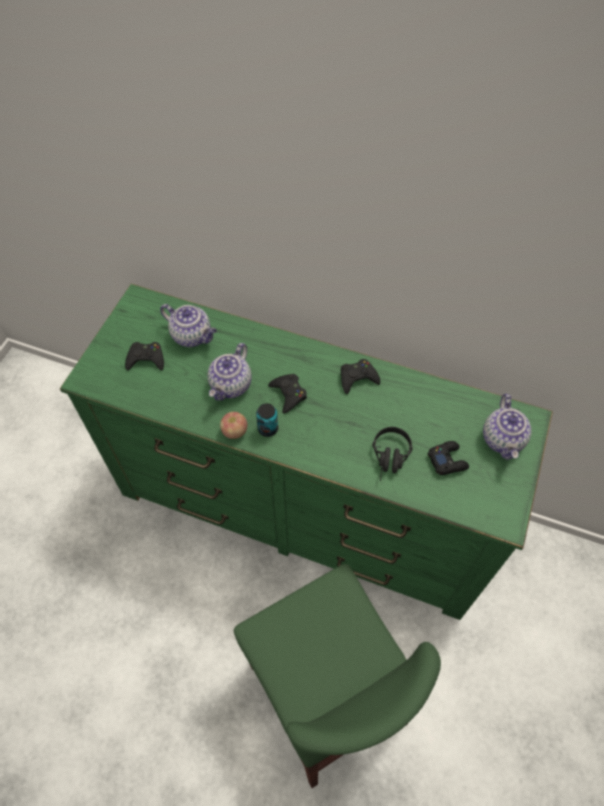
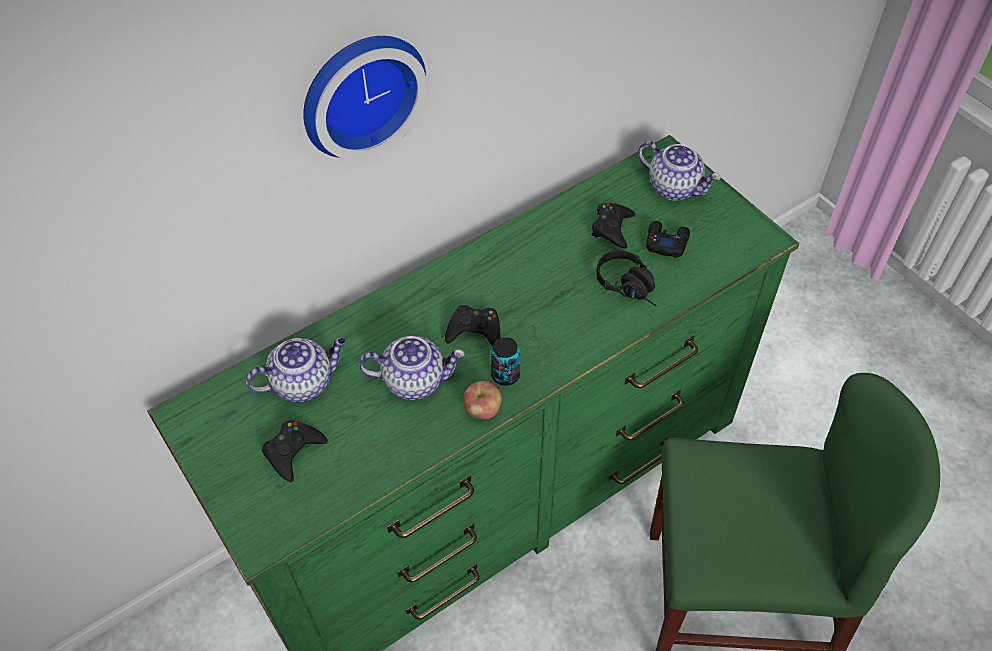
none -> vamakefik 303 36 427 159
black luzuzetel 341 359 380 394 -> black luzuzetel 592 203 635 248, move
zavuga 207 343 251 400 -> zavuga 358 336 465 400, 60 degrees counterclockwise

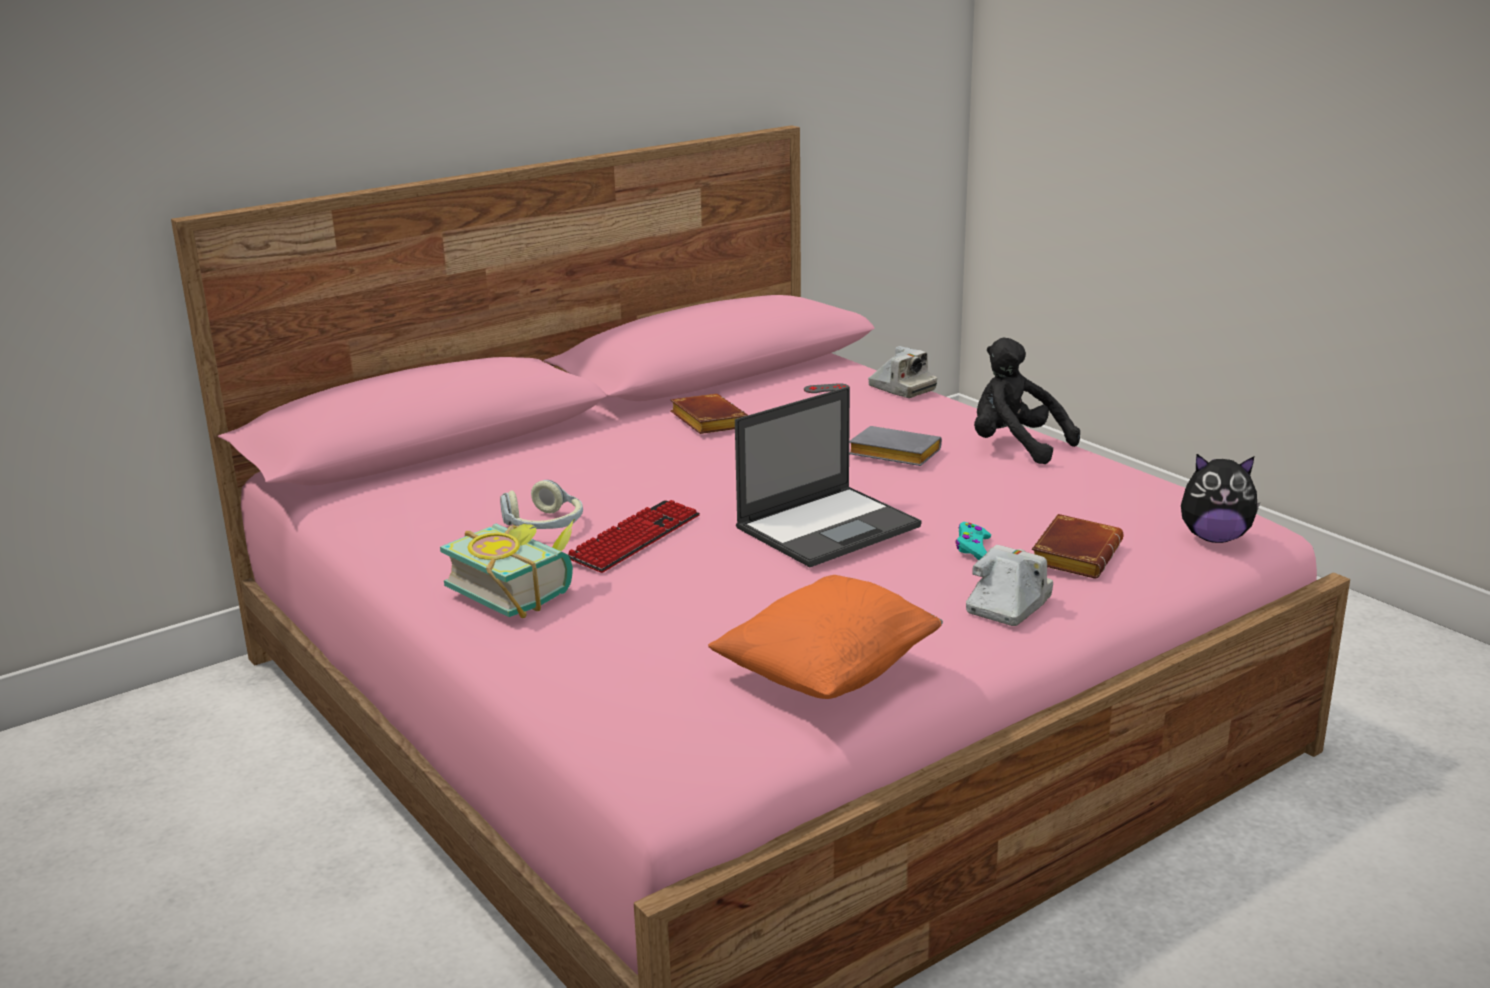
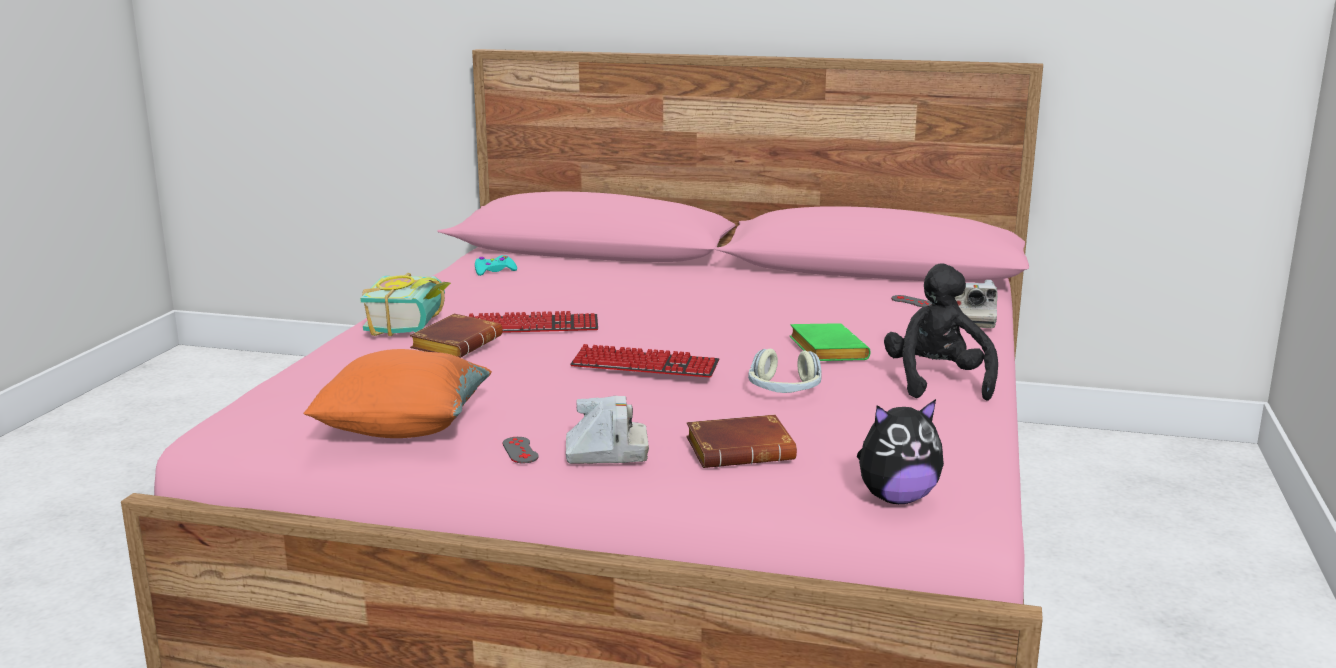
none -> grey luzuzetel 503 437 539 463
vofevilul 500 480 583 529 -> vofevilul 748 349 822 393, move
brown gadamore 670 394 748 434 -> brown gadamore 410 314 503 358, move
turquoise luzuzetel 955 522 991 560 -> turquoise luzuzetel 475 255 517 276, move
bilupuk 735 387 921 567 -> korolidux 570 344 719 378
grey gadamore 849 426 942 466 -> green gadamore 789 323 871 361
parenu 1181 454 1260 543 -> parenu 857 399 944 504, 75 degrees counterclockwise

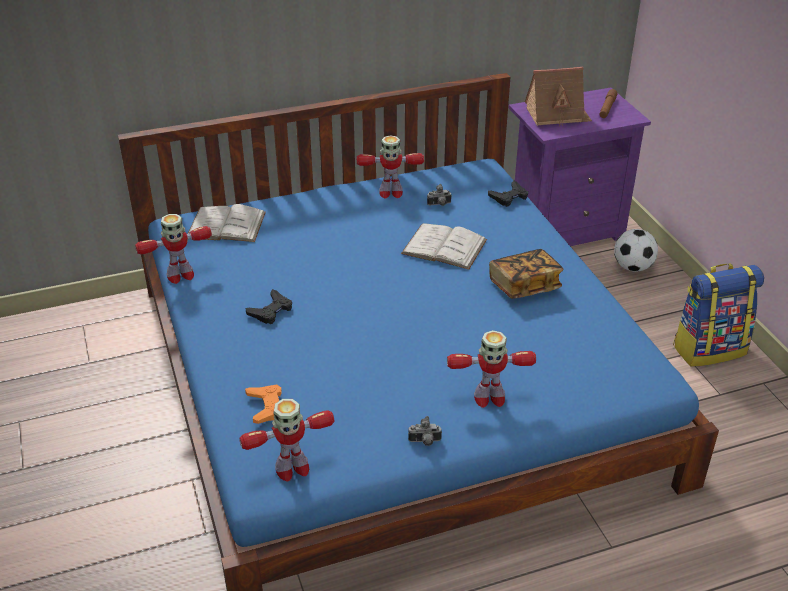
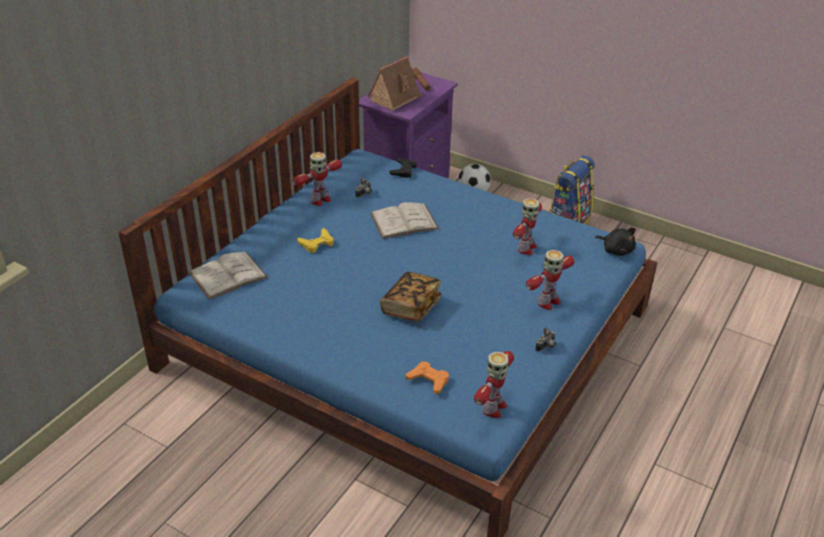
black luzuzetel 245 289 292 324 -> none
none -> yellow luzuzetel 298 228 334 253
none -> black parenu 595 228 636 256
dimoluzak 135 214 212 284 -> dimoluzak 513 198 542 255, move
gadamore 489 249 564 299 -> gadamore 380 272 442 322, move

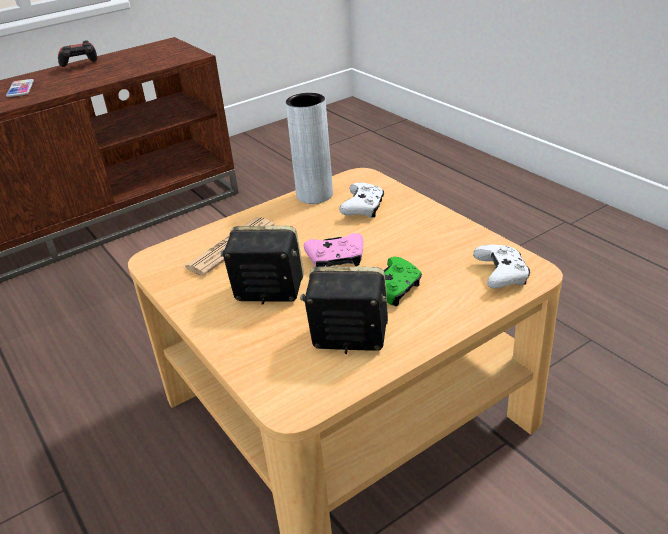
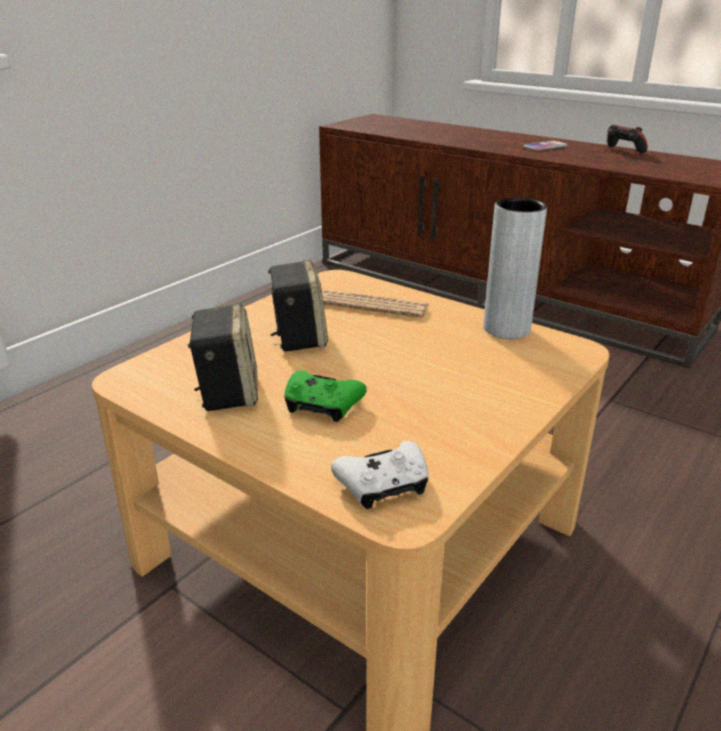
pink luzuzetel 304 233 363 267 -> none
white luzuzetel 339 182 384 218 -> none

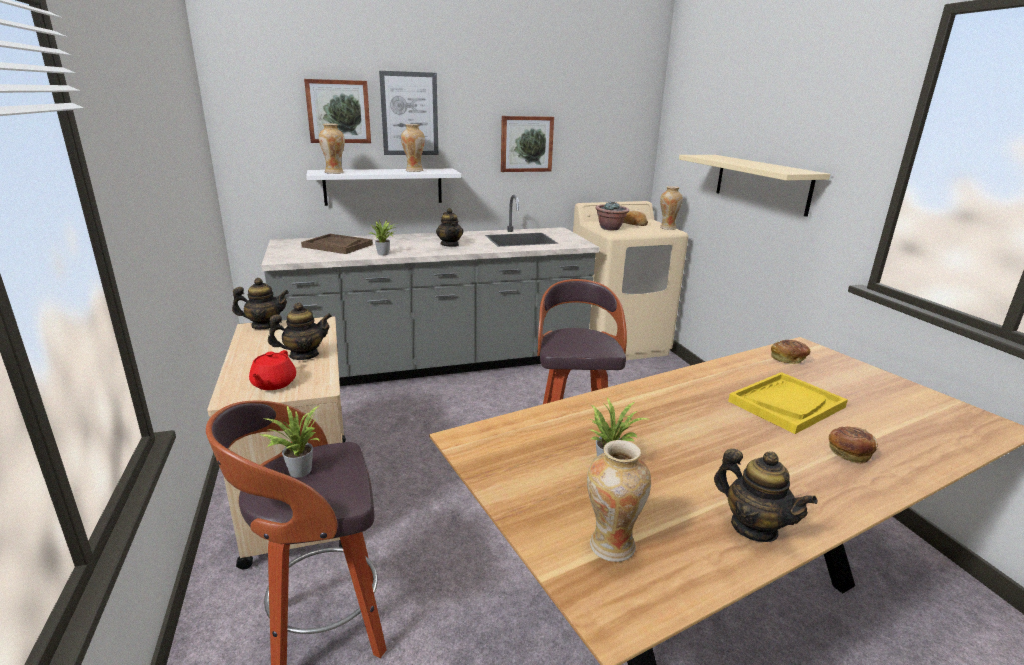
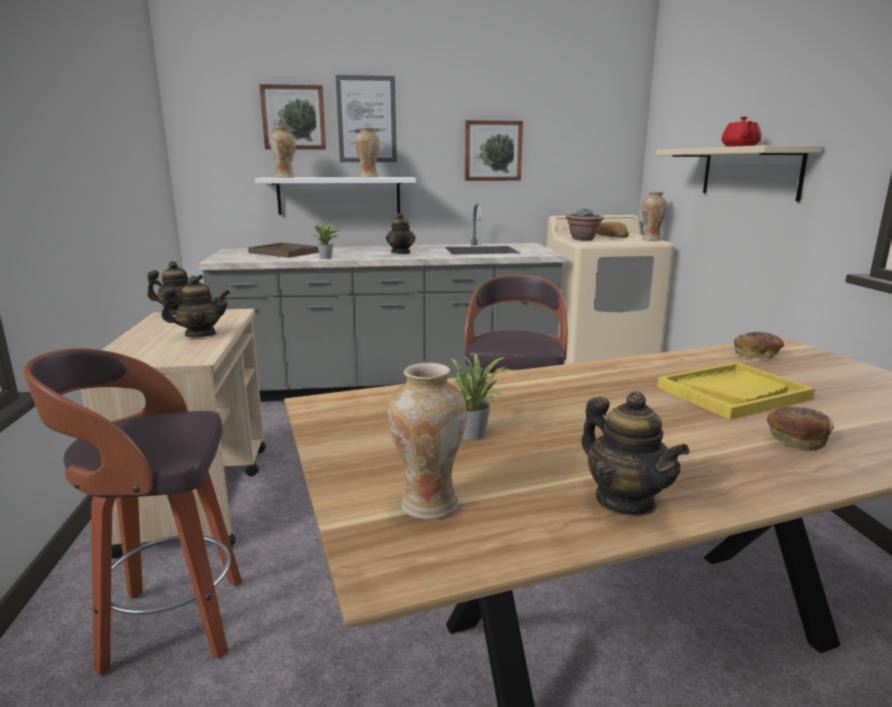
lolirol 259 405 320 478 -> none
red zavuga 249 350 296 390 -> red zavuga 722 117 761 147, move

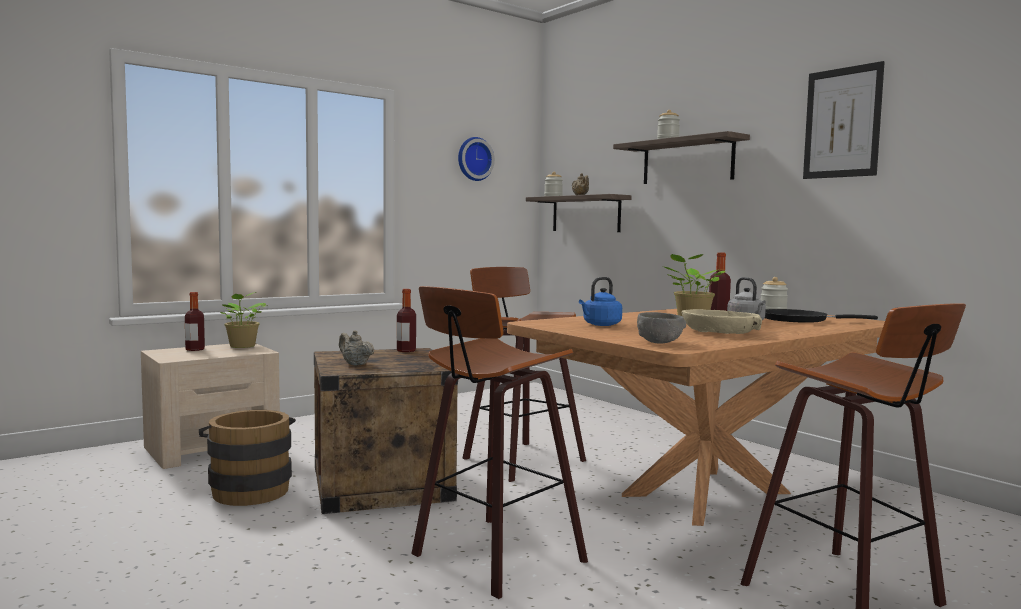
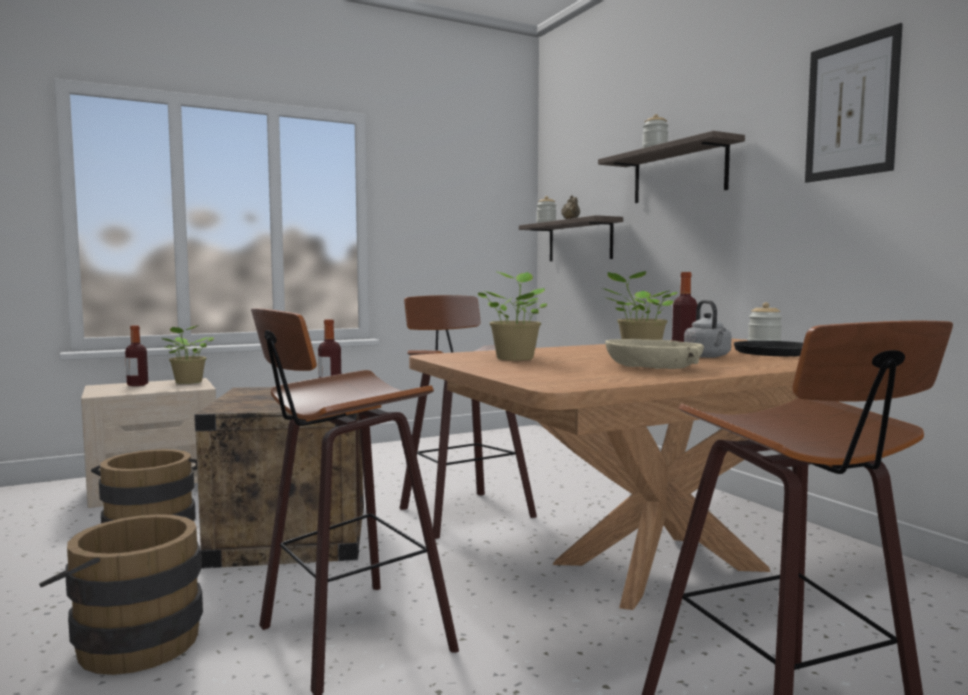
beige zavuga 339 330 374 366 -> none
vamakefik 458 137 495 181 -> none
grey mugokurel 637 312 686 344 -> none
none -> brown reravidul 39 514 203 675
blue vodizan 579 277 622 326 -> lolirol 478 271 547 361

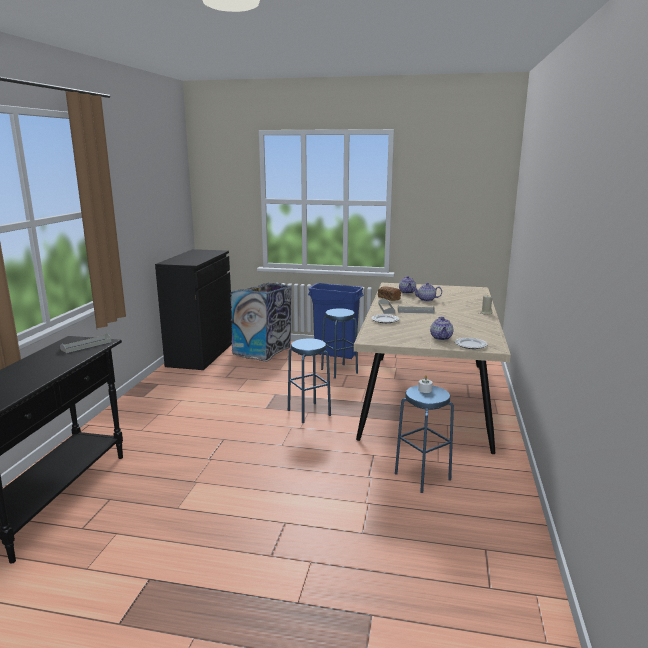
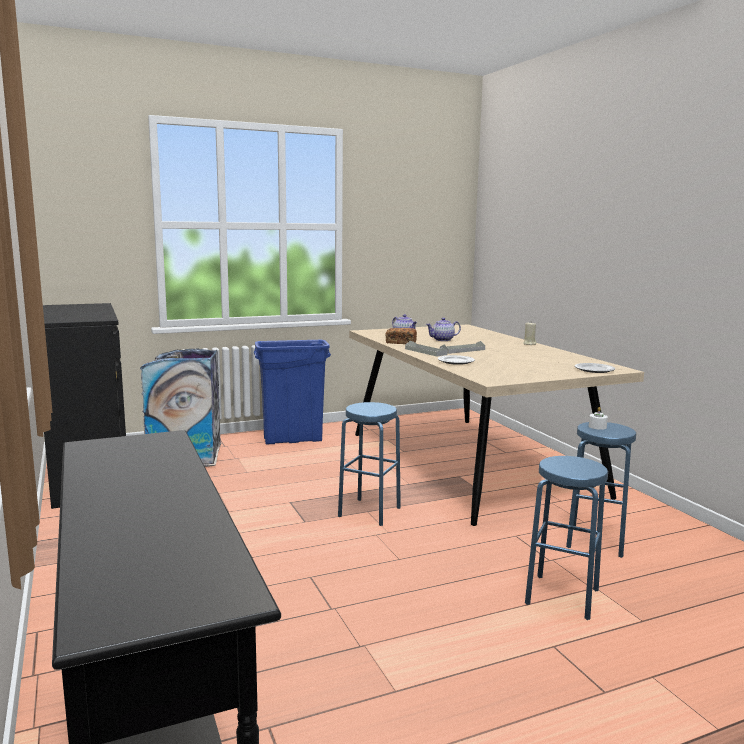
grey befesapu 60 333 112 353 -> none
zavuga 430 317 453 340 -> none
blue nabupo 321 308 358 379 -> blue nabupo 525 456 608 620, move

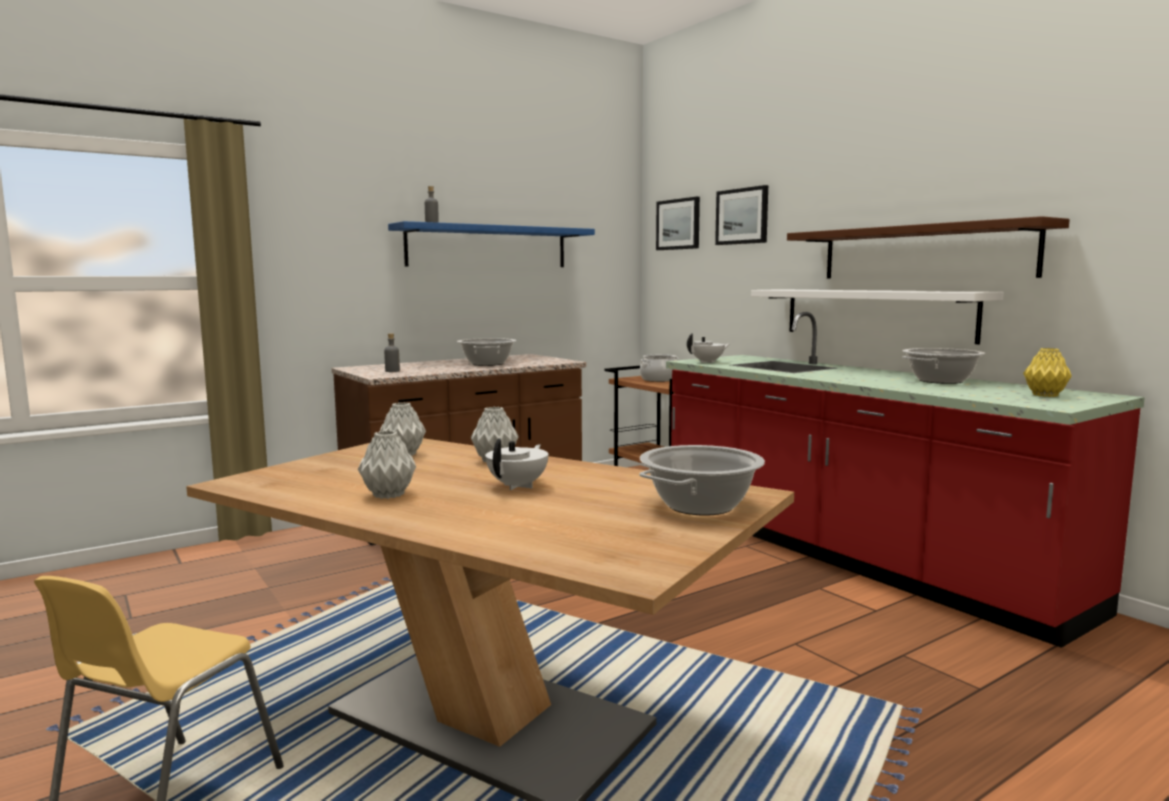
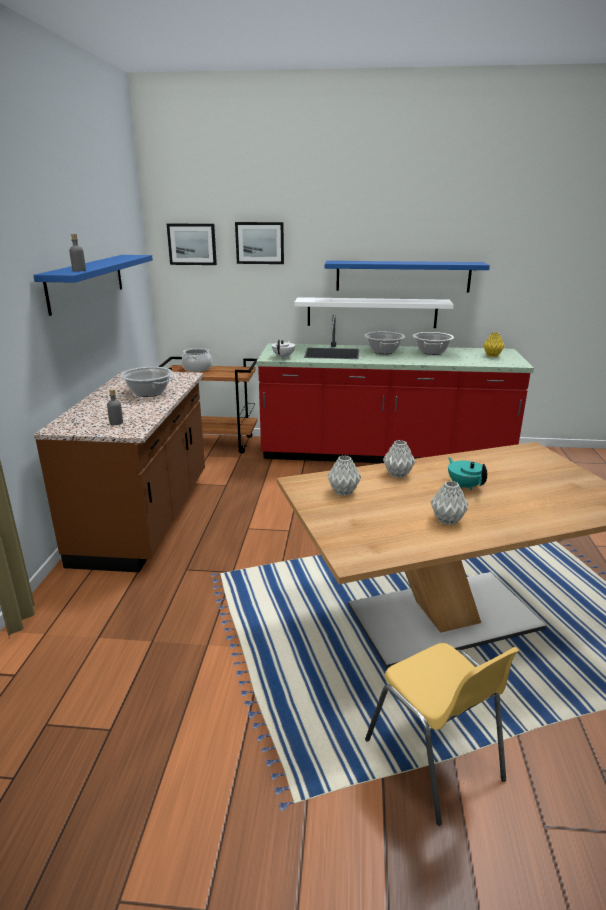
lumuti 639 445 765 516 -> lumuti 364 332 405 354, move
white zavuga 485 438 548 490 -> turquoise zavuga 448 457 487 490
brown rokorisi 787 216 1070 279 -> blue rokorisi 325 261 490 292

